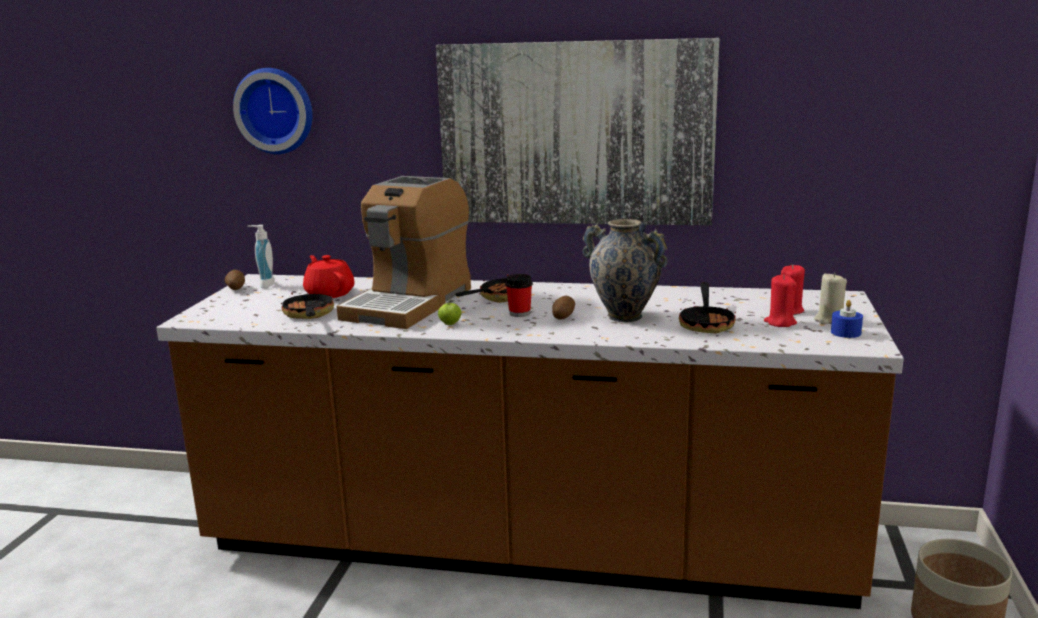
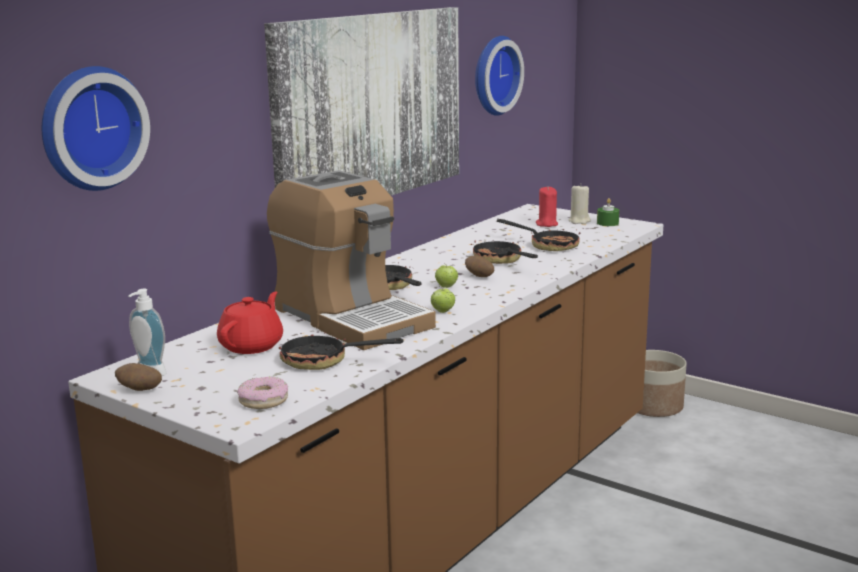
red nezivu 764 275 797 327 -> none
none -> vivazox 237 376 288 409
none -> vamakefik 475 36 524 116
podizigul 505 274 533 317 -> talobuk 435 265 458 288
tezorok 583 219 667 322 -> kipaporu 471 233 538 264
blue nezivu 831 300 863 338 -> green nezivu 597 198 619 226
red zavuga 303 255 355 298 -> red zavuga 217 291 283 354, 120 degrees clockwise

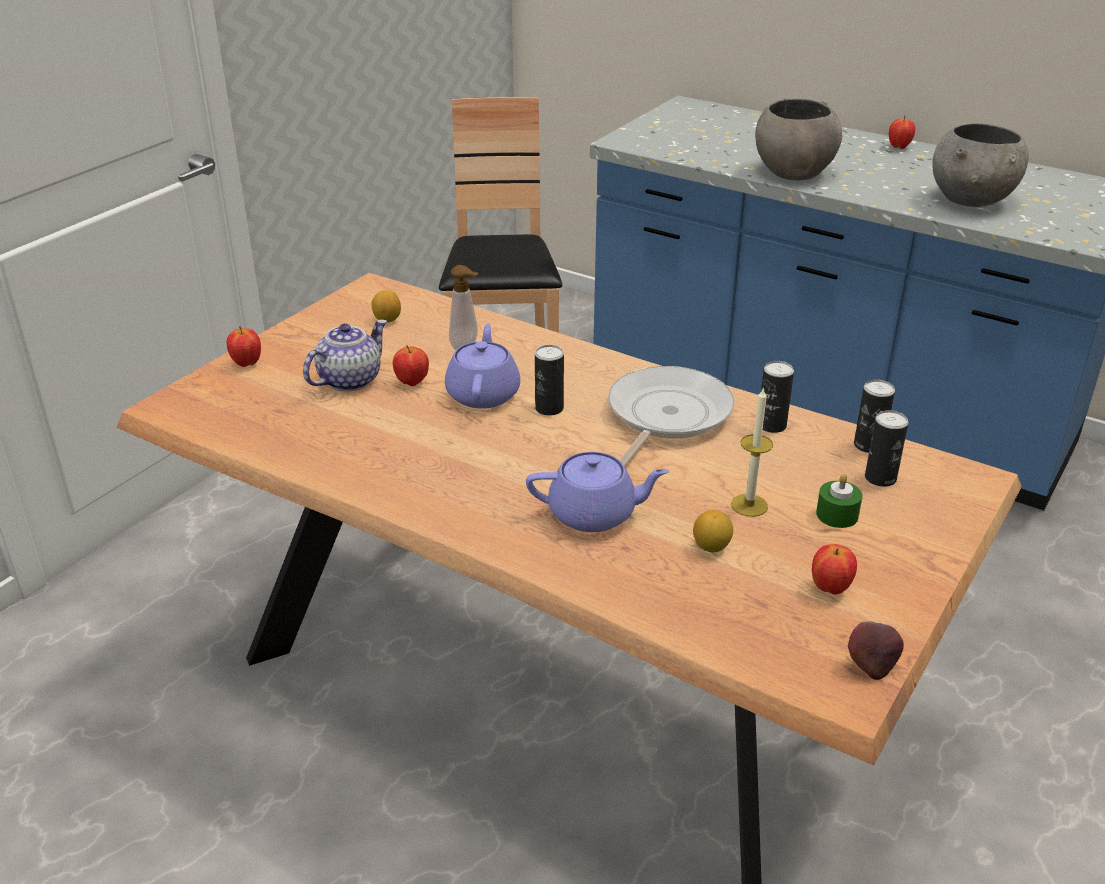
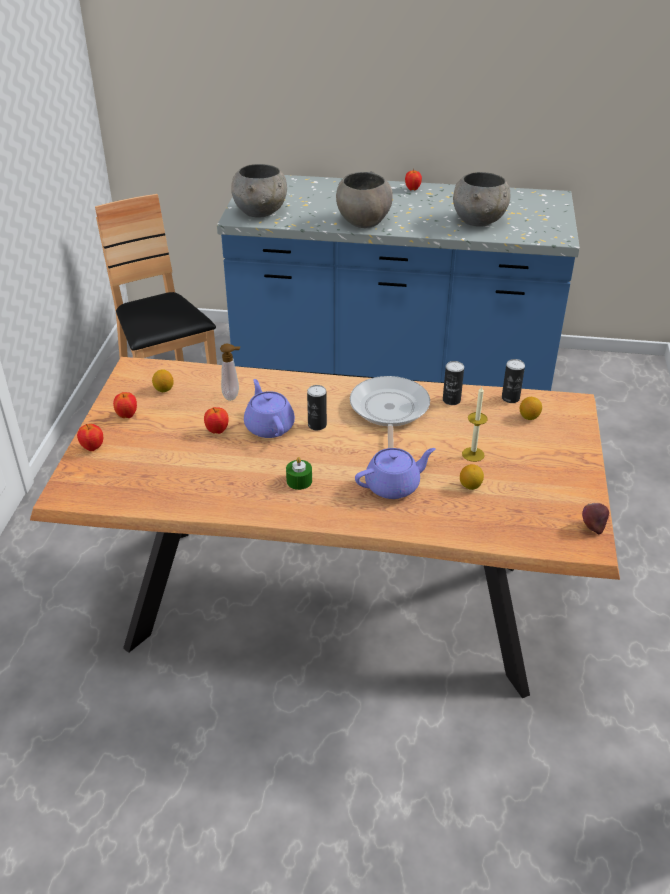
zavuga 303 320 387 391 -> none
none -> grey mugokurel 231 164 287 218
talobuk 812 544 857 595 -> talobuk 113 392 137 418, move
green nezivu 816 474 862 528 -> green nezivu 286 457 312 490, move
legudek 865 410 908 487 -> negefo 520 397 542 420

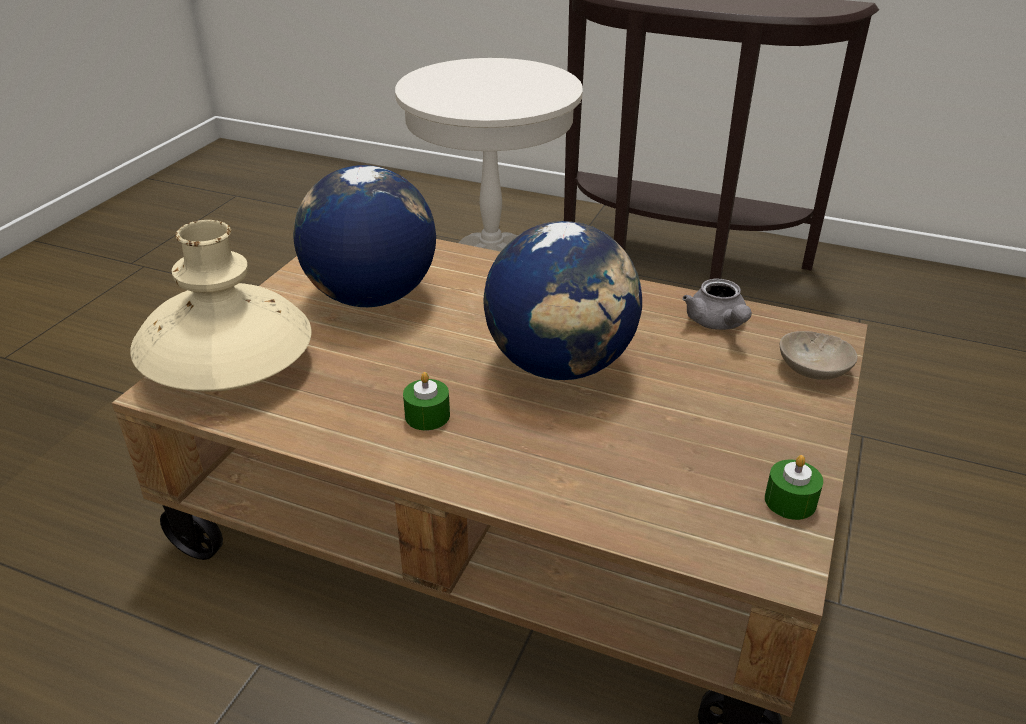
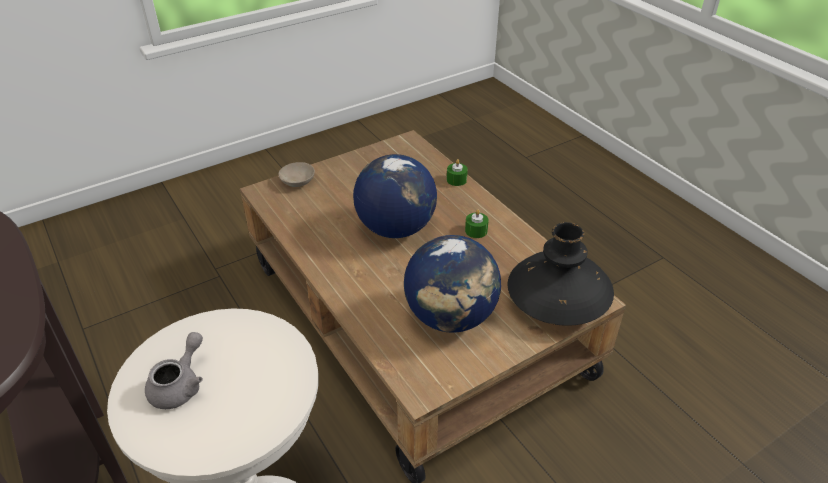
grey zavuga 682 279 752 330 -> grey zavuga 145 332 203 409, move
green nezivu 765 455 823 520 -> green nezivu 447 159 468 186, move
beige tezorok 130 220 312 392 -> black tezorok 508 222 614 326

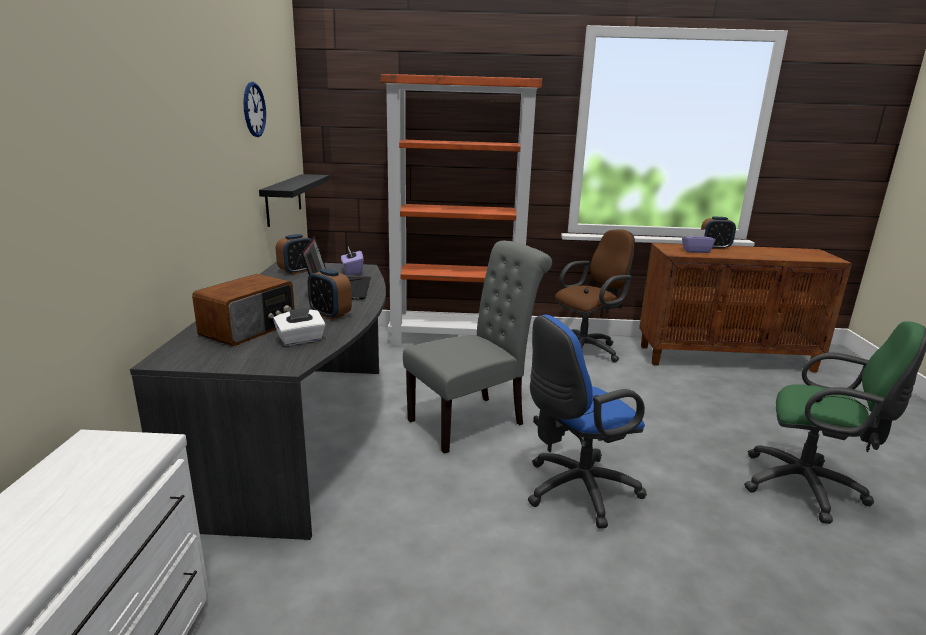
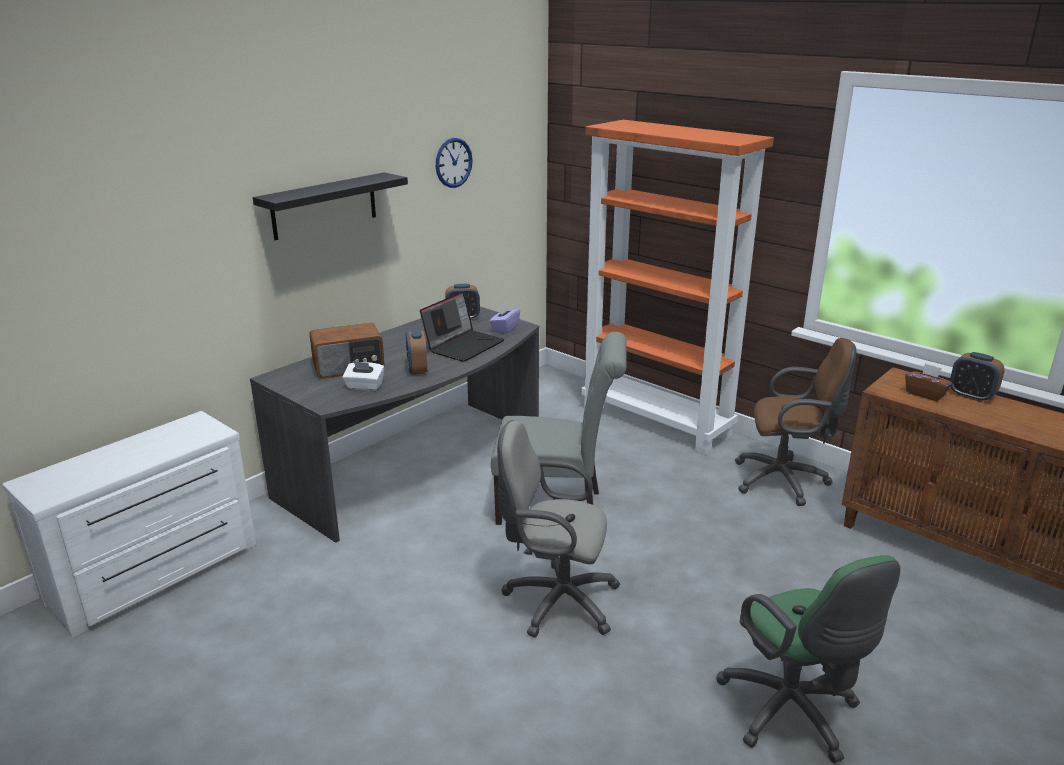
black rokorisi 259 174 329 227 -> black rokorisi 253 172 408 240, move
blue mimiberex 528 315 647 528 -> grey mimiberex 497 420 620 637
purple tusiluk 682 229 715 253 -> brown tusiluk 905 363 952 402

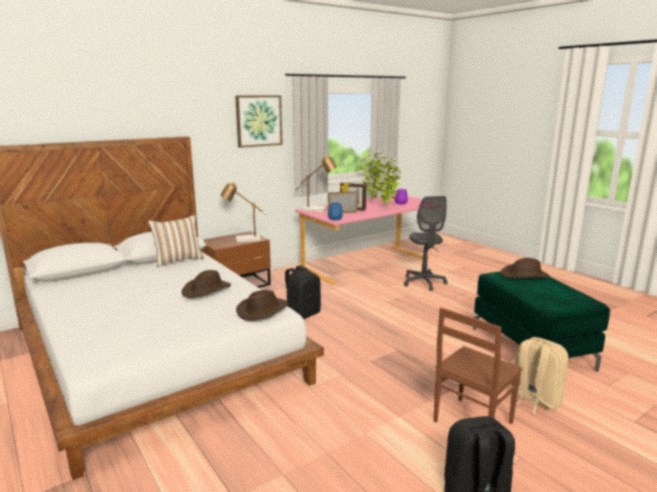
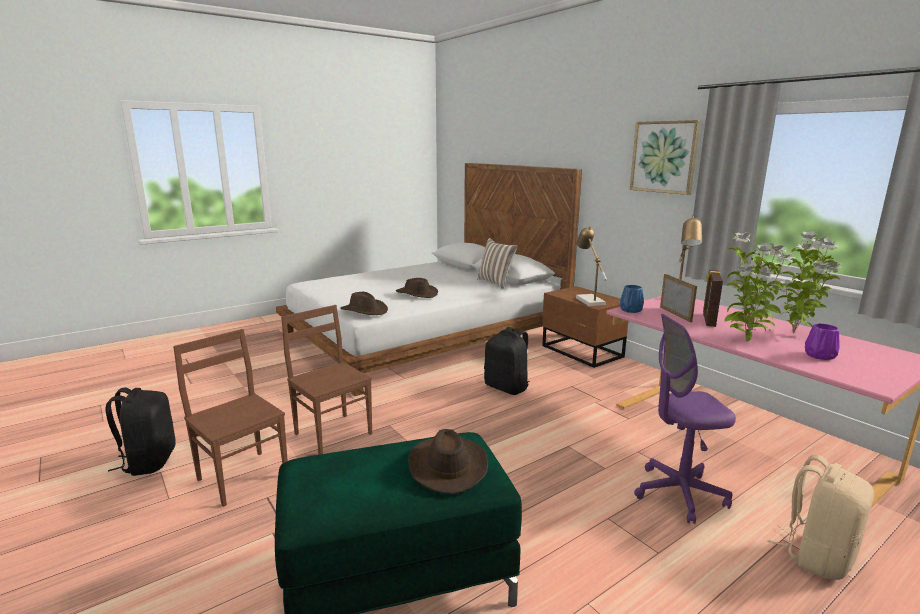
none -> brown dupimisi 281 305 372 455
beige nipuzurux 510 337 568 415 -> beige nipuzurux 768 454 874 580, move
grey mimiberex 404 196 448 291 -> purple mimiberex 634 314 736 524

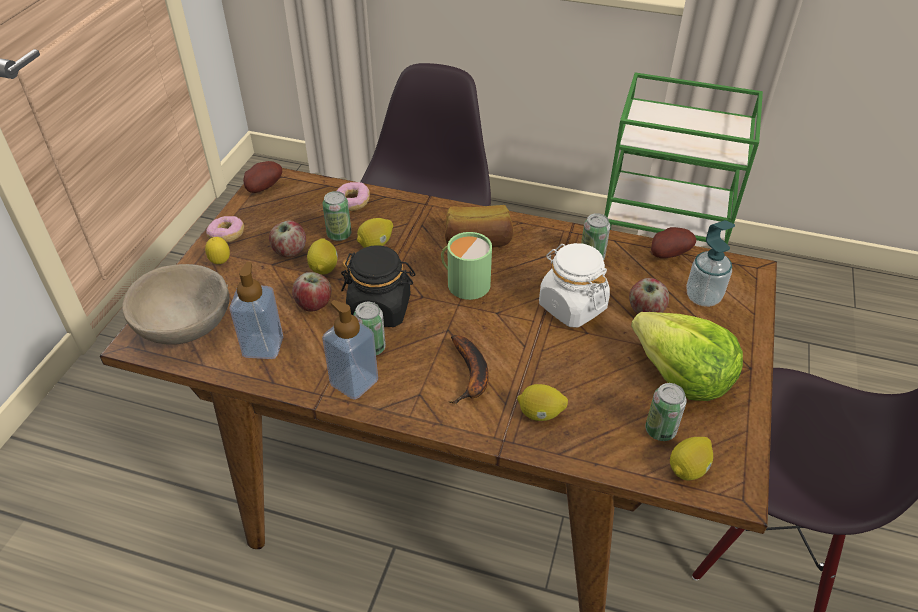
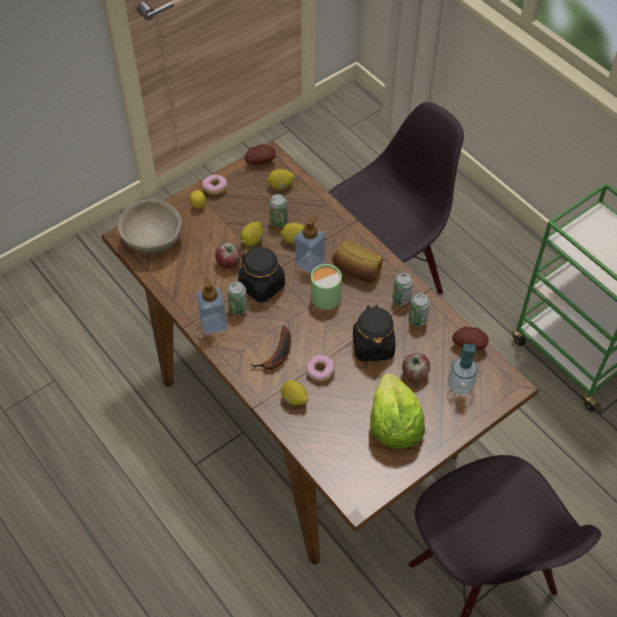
talobuk 269 220 306 258 -> none
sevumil 230 262 283 359 -> sevumil 295 216 325 273, move
vivazox 337 182 370 211 -> vivazox 306 355 335 382, move
legudek 645 383 687 441 -> legudek 392 272 413 305, move
negefo 670 437 713 481 -> negefo 267 169 294 190, move
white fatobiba 539 243 610 328 -> black fatobiba 353 305 395 361

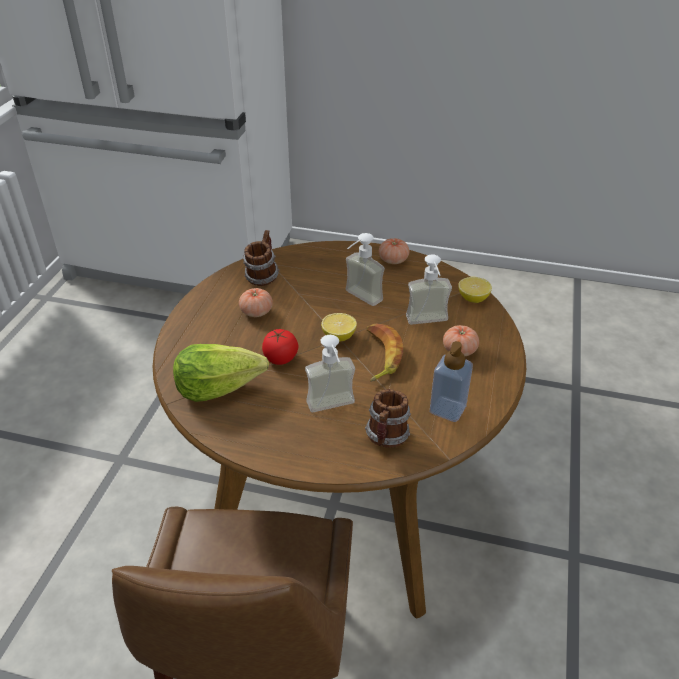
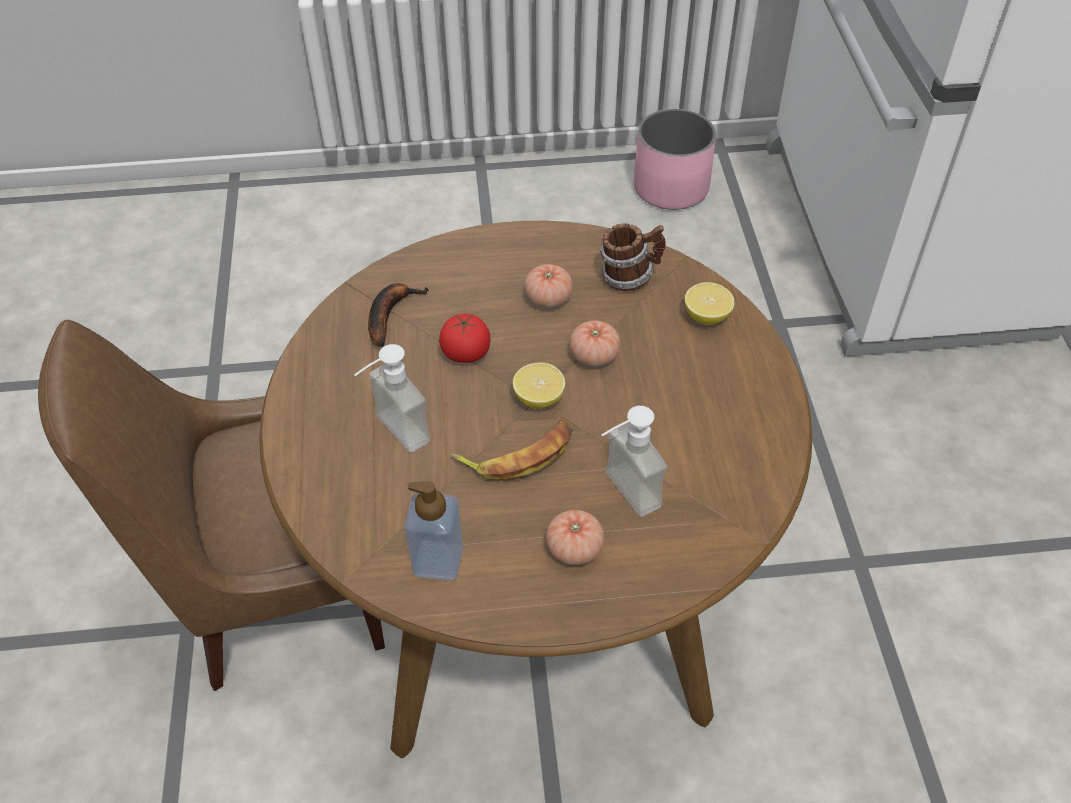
sevumil 346 233 385 306 -> none
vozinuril 365 389 411 448 -> none
none -> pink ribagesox 634 109 716 210
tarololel 379 238 409 264 -> tarololel 570 320 620 367, move
negefo 458 277 492 303 -> negefo 685 282 734 325, move
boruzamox 173 344 269 402 -> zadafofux 368 283 429 347

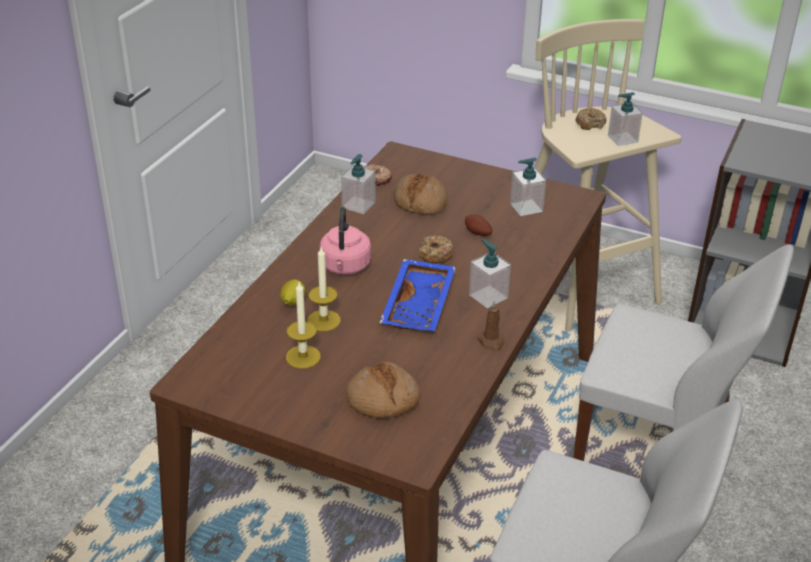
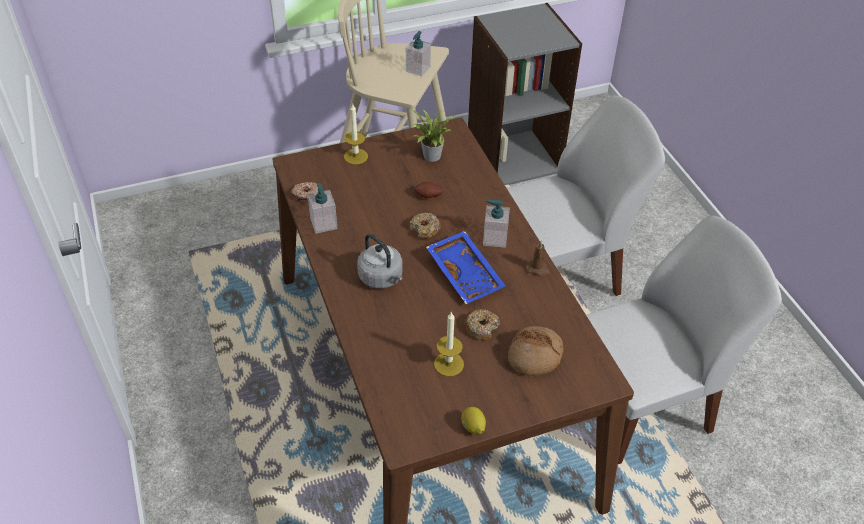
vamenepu 394 174 447 215 -> none
negefo 280 279 305 306 -> negefo 461 407 486 434, move
nezivu 307 247 341 331 -> nezivu 344 104 368 165, move
vivazox 576 108 606 130 -> vivazox 465 309 500 341, move
sevumil 510 158 546 216 -> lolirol 410 109 454 162
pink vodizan 320 207 371 275 -> grey vodizan 357 234 403 289

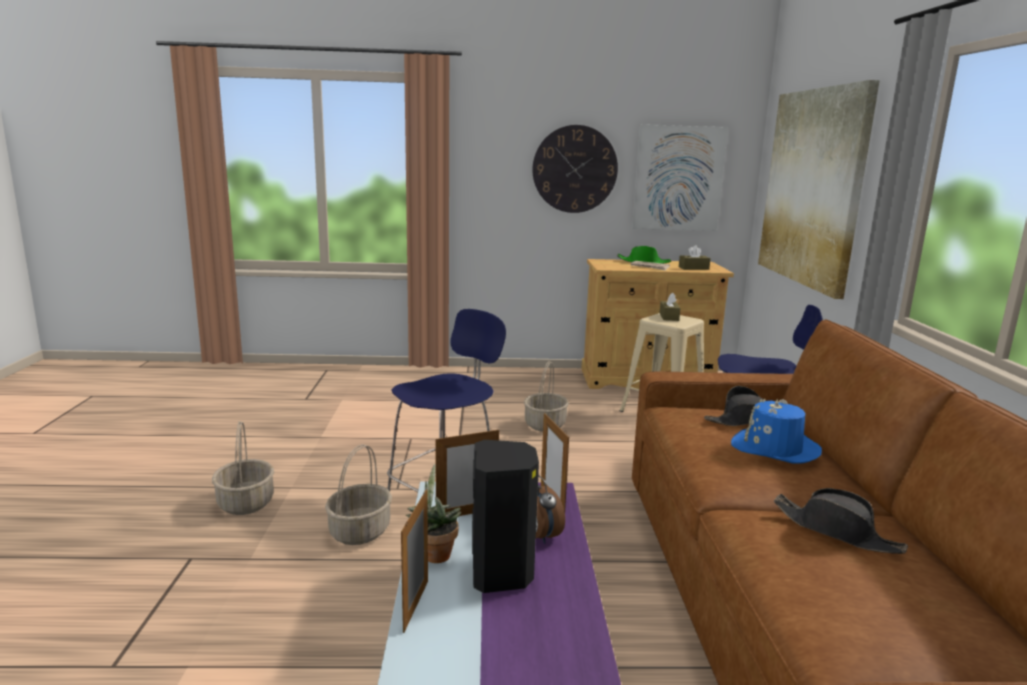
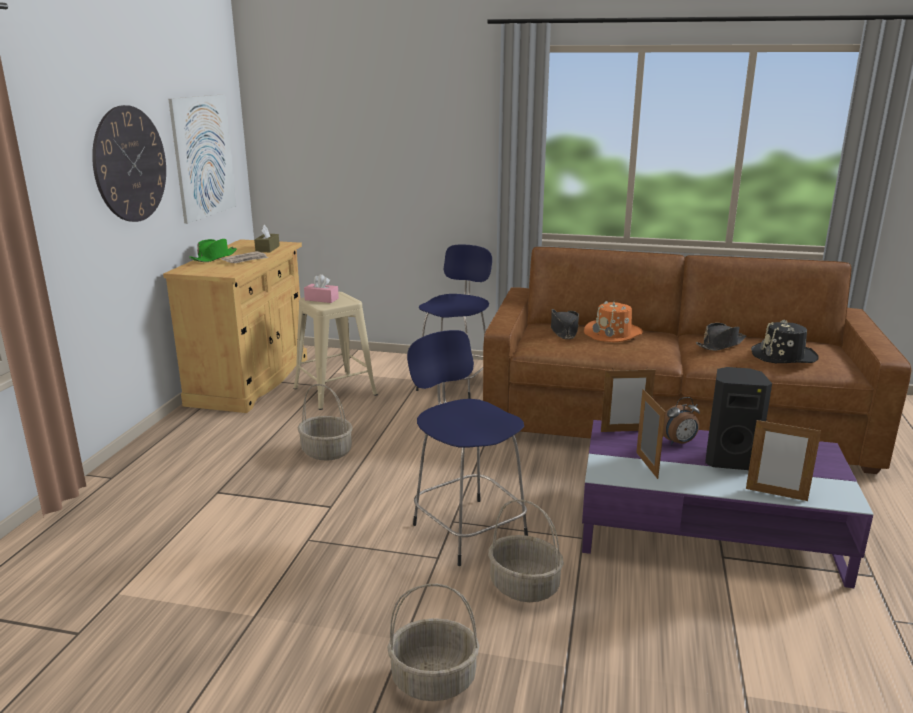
lolirol 406 464 461 563 -> none
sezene 758 80 880 299 -> none
none -> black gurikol 751 320 819 363
brown tusiluk 660 293 681 321 -> pink tusiluk 304 274 339 303
blue gurikol 731 399 822 464 -> orange gurikol 584 301 643 342

